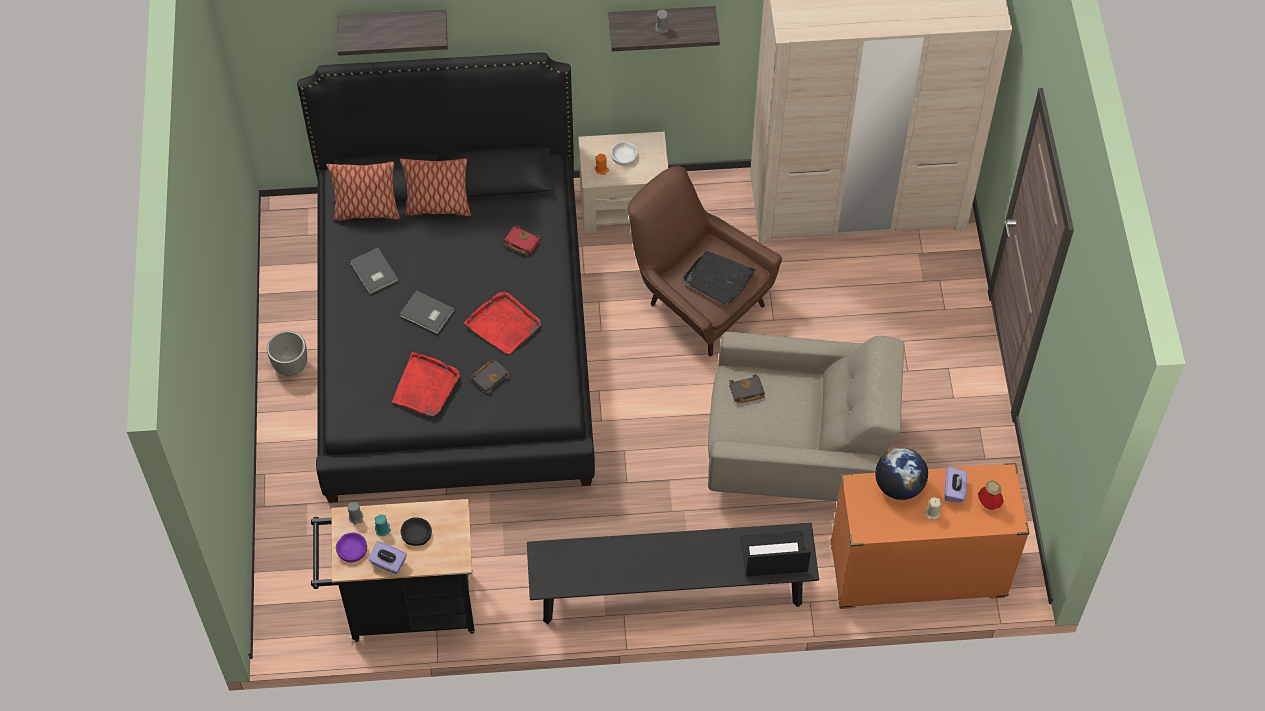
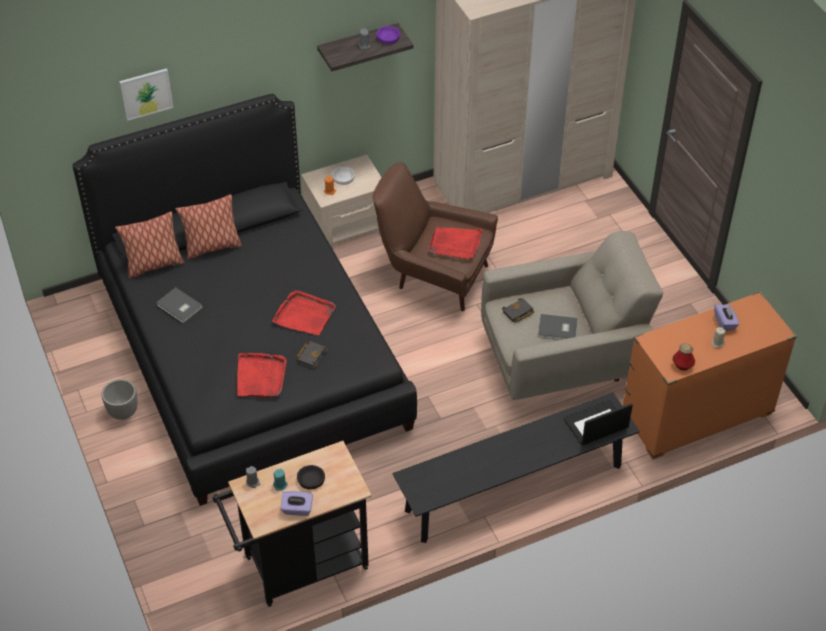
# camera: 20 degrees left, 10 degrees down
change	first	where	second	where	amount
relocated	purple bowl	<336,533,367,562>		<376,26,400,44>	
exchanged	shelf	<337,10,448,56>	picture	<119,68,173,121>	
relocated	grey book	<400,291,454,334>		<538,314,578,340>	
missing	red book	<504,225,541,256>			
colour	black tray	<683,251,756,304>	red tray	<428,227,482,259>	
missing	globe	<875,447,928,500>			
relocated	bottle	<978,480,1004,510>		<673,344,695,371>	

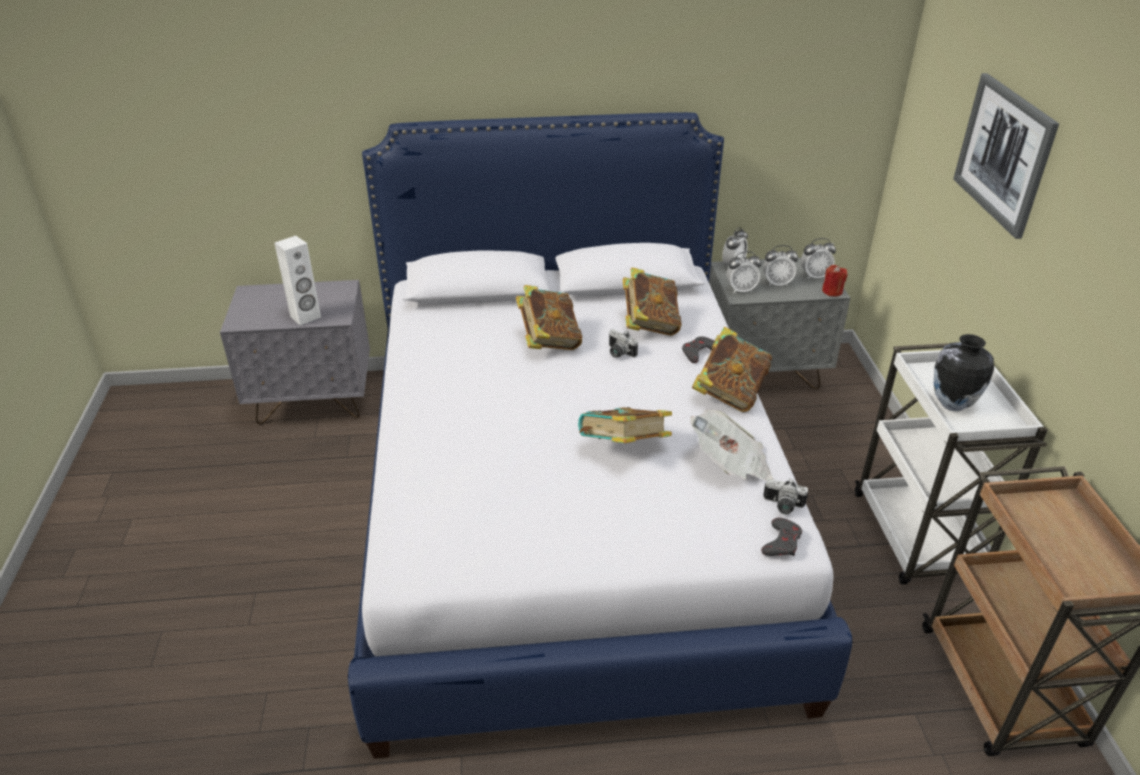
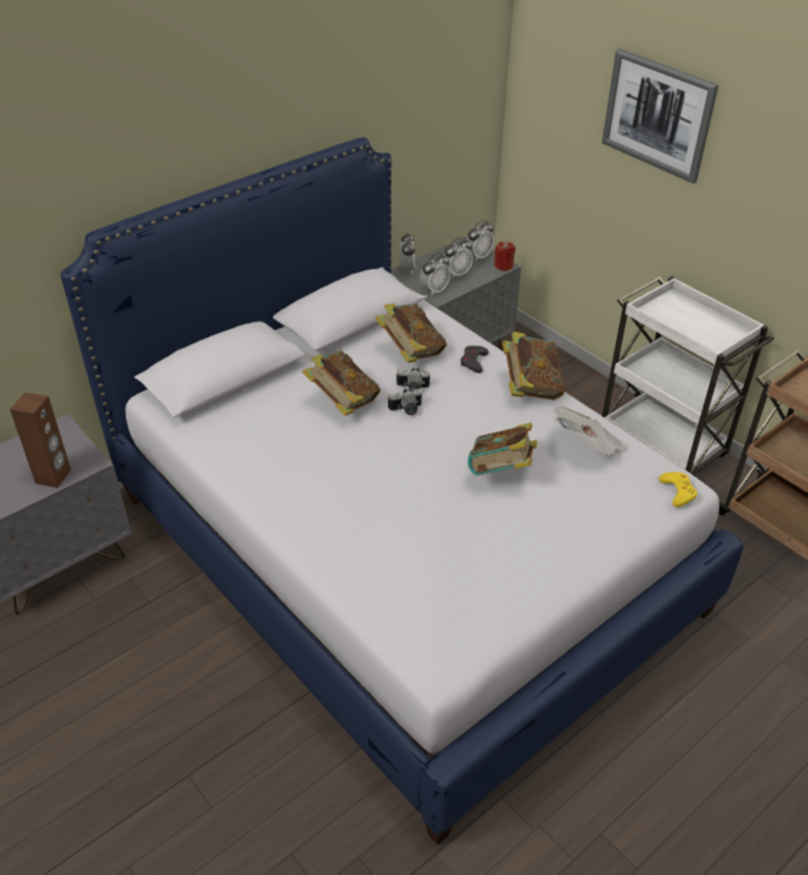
# camera: 35 degrees left, 5 degrees up
change	first	where	second	where	amount
colour	white speaker	<274,236,321,325>	brown speaker	<10,393,71,488>	
colour	grey game controller	<761,518,802,556>	yellow game controller	<659,472,697,507>	
relocated	photo camera	<763,479,808,514>		<388,387,422,415>	
missing	vase	<934,334,994,411>			

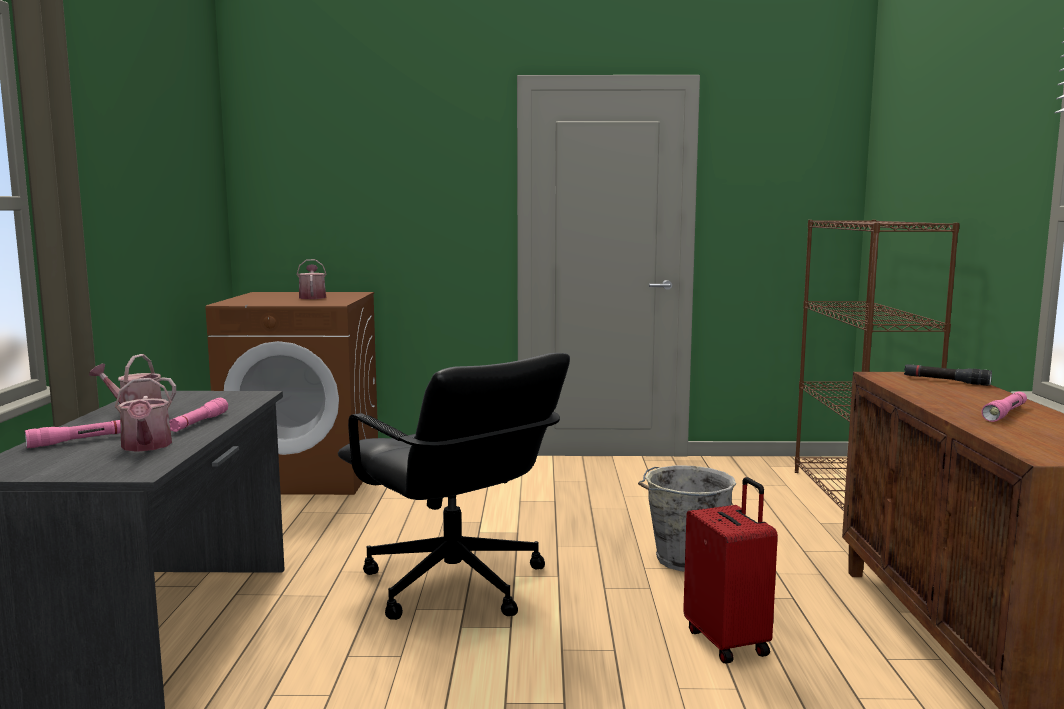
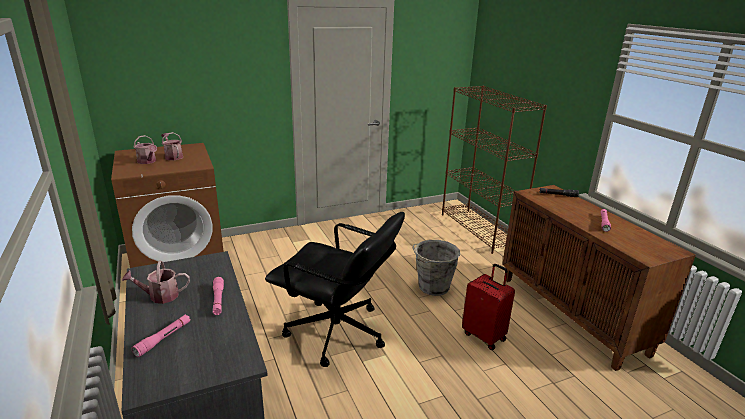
# camera: 25 degrees left, 15 degrees up
change	first	where	second	where	amount
relocated	watering can	<115,378,172,452>		<134,135,157,164>	

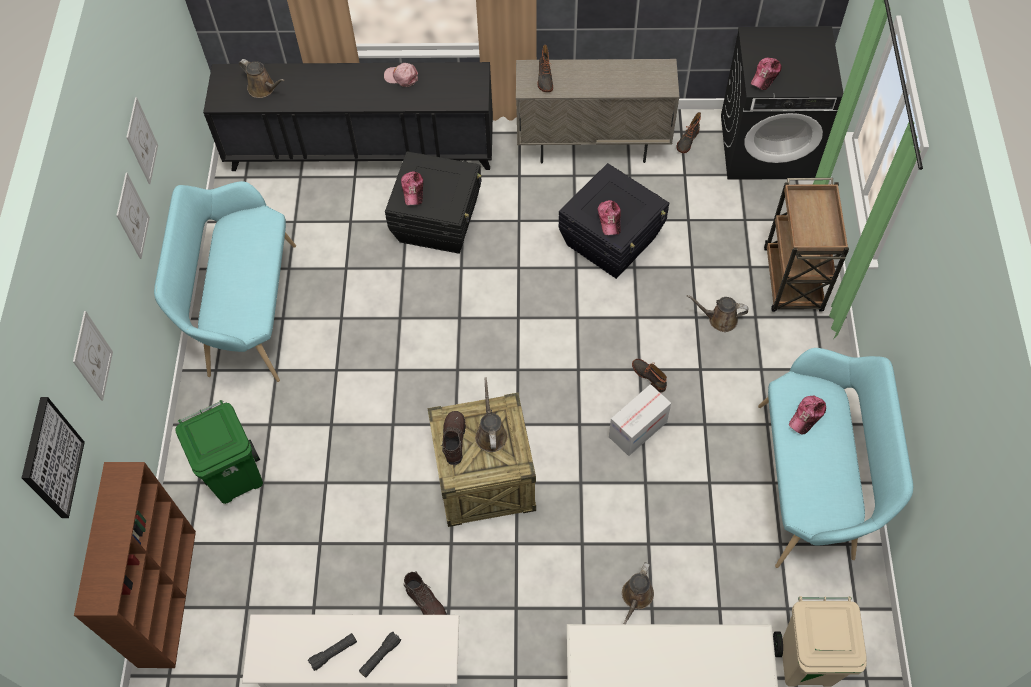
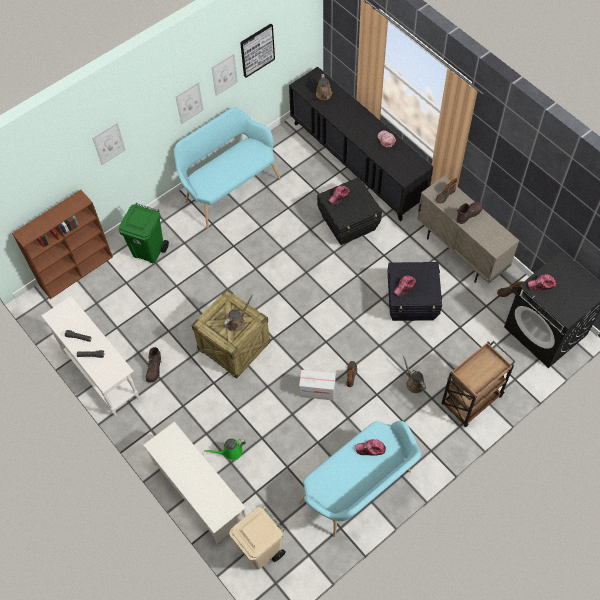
# camera: 50 degrees right, 0 degrees up
change	first	where	second	where	amount
relocated	picture	<22,397,85,518>		<240,24,275,78>	
relocated	brown boot	<440,411,466,465>		<456,202,483,224>	
colour	brown watering can	<622,562,654,624>	green watering can	<204,438,246,460>	

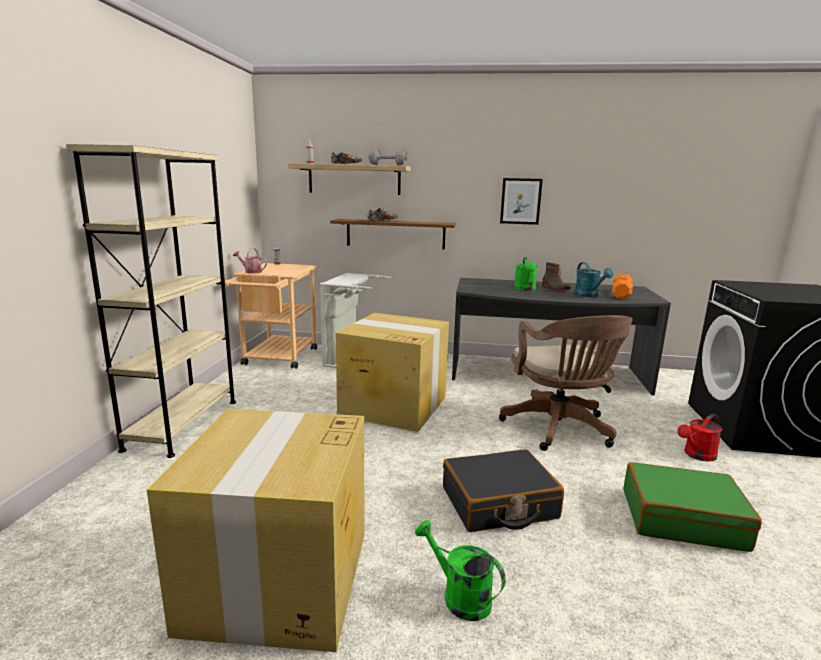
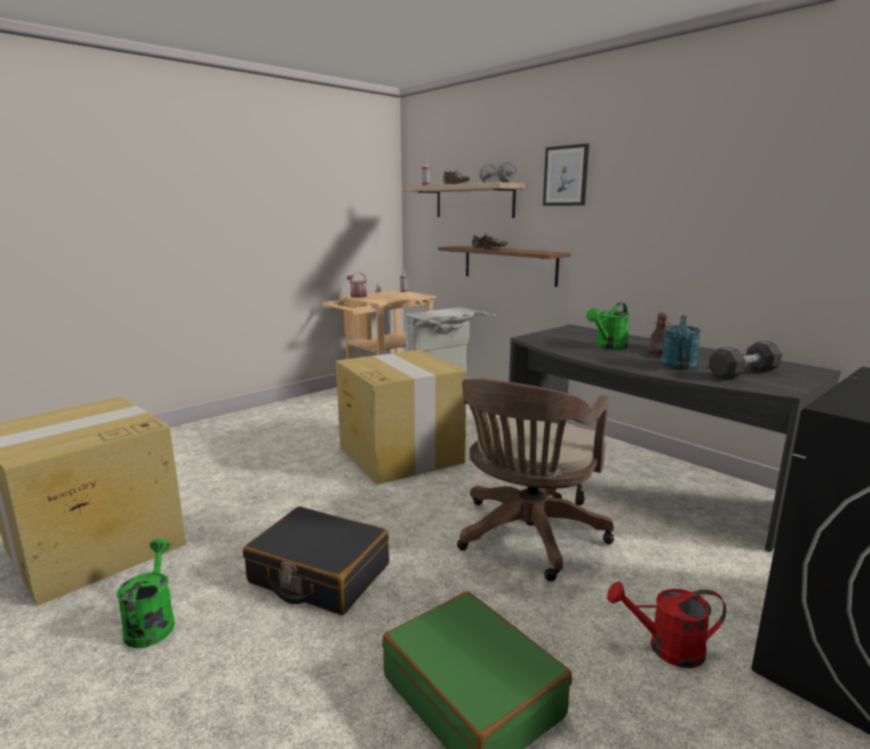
# camera: 40 degrees right, 0 degrees up
change	first	where	second	where	amount
missing	beige bookcase	<66,144,236,458>			
relocated	picture	<500,178,543,225>		<543,143,589,206>	
colour	orange dumbbell	<612,274,633,299>	black dumbbell	<708,341,782,380>	

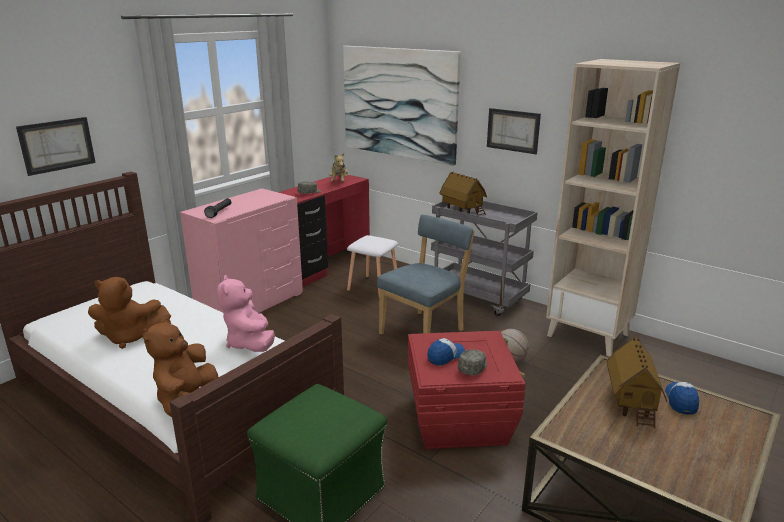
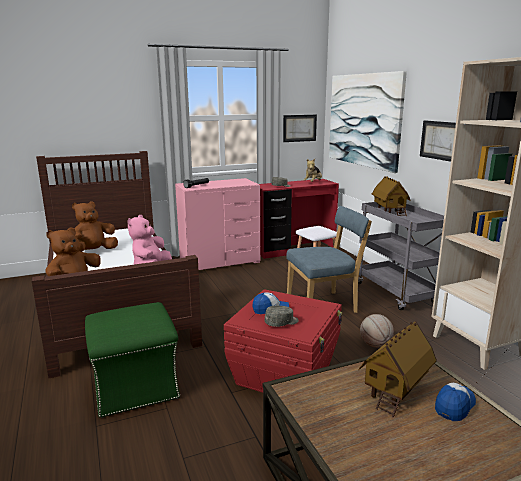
# camera: 30 degrees right, 5 degrees down
change	first	where	second	where	amount
relocated	picture	<16,117,96,176>		<283,115,317,142>	
spun	brown plush toy	<88,277,171,349>		<72,201,118,252>	105 degrees clockwise

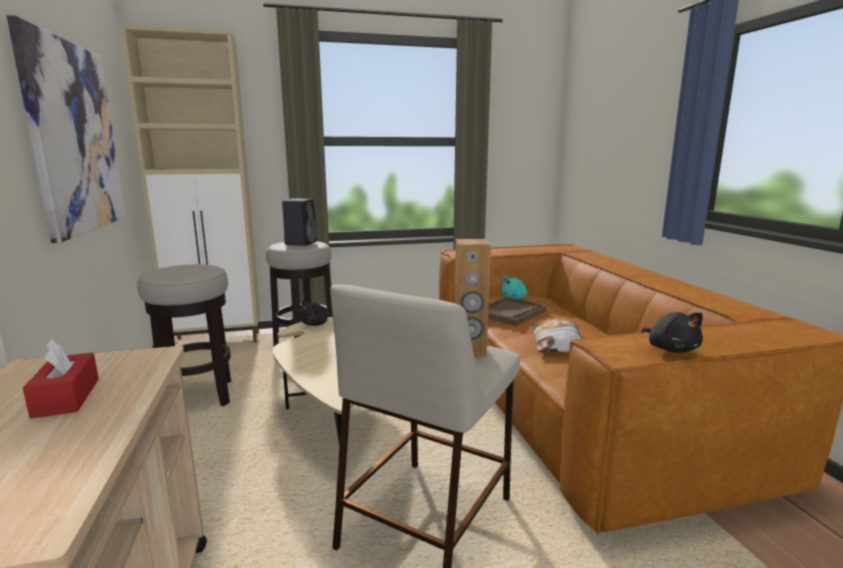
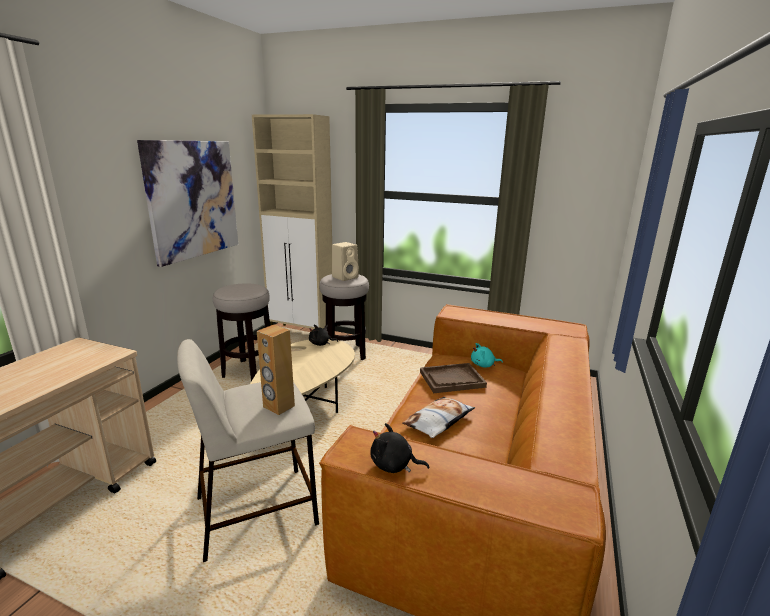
# camera: 35 degrees right, 5 degrees up
change	first	where	second	where	amount
missing	red tissue box	<23,339,99,418>			
colour	black speaker	<282,198,317,246>	beige speaker	<332,242,359,281>	
spun	black plush toy	<641,312,703,353>		<370,423,429,473>	90 degrees clockwise

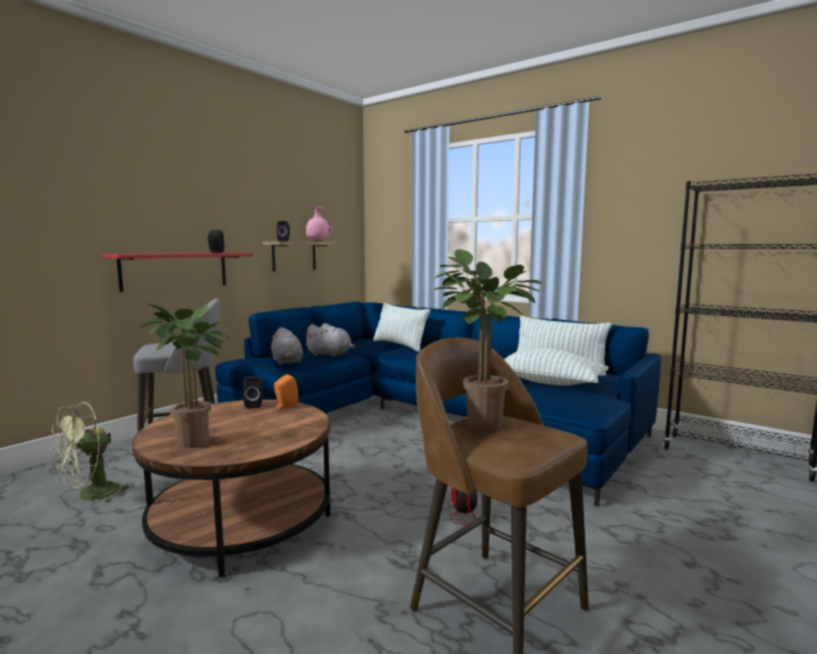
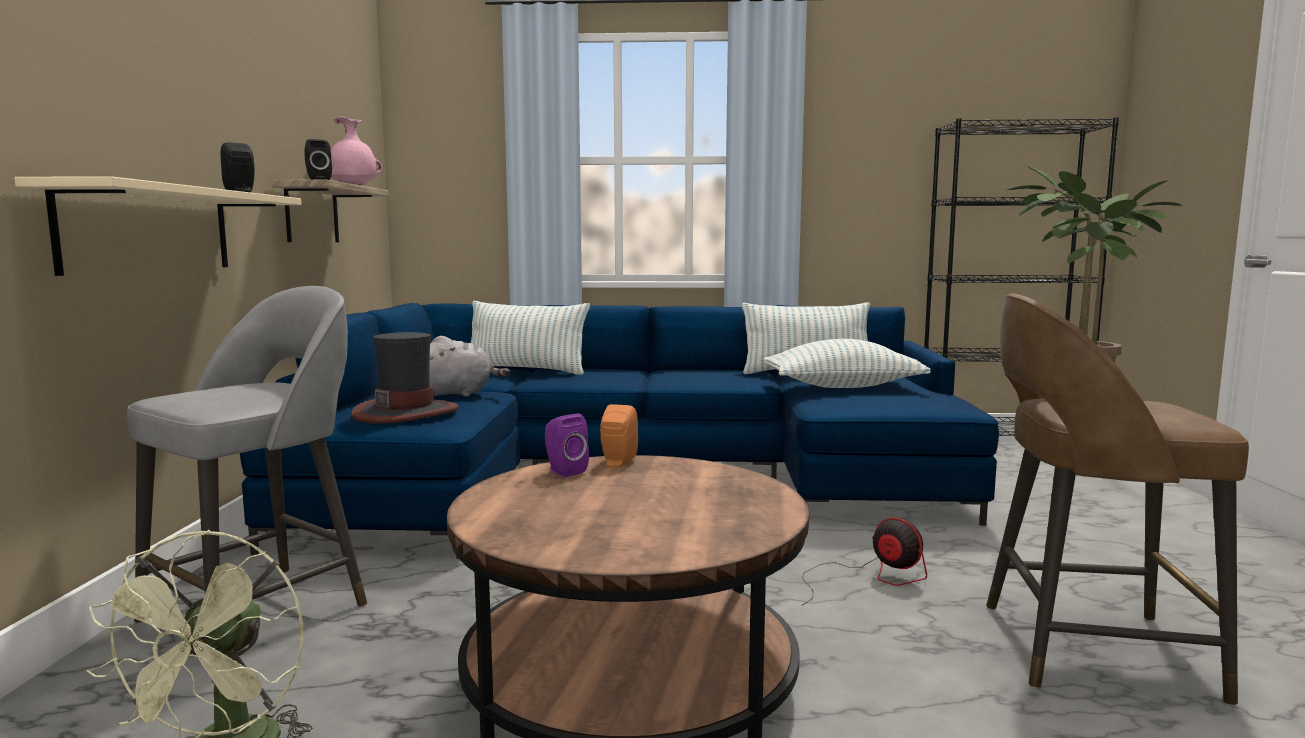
# camera: 35 degrees left, 0 degrees up
change	first	where	second	where	amount
colour	red shelf	<101,253,253,292>	beige shelf	<14,176,302,276>	
missing	potted plant	<139,304,230,448>			
colour	black speaker	<243,377,264,408>	purple speaker	<545,413,589,477>	
exchanged	grey plush toy	<271,327,303,365>	hat	<351,332,459,424>	

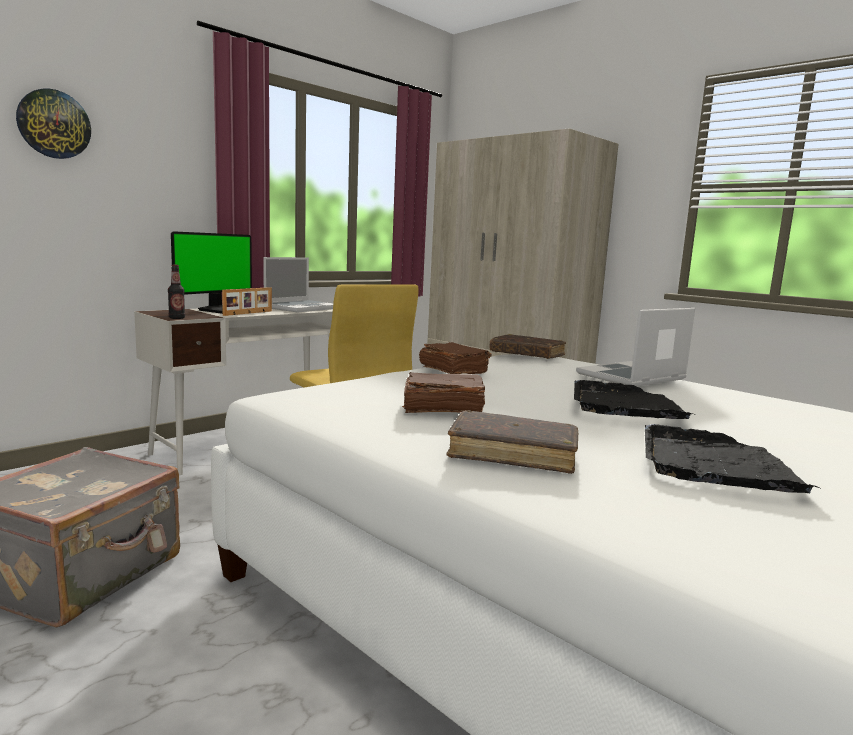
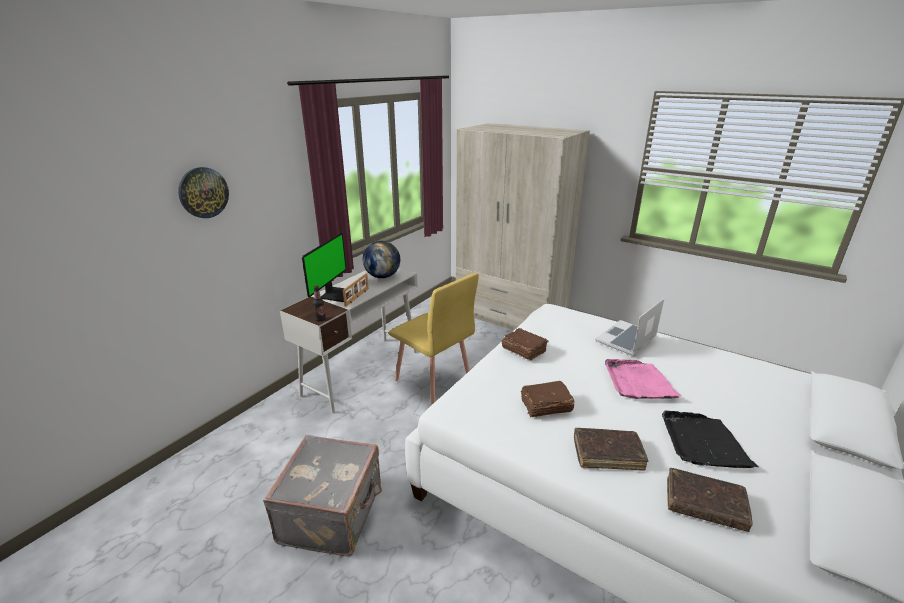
# camera: 10 degrees left, 15 degrees up
change	first	where	second	where	amount
exchanged	laptop	<263,257,333,313>	globe	<363,241,400,278>	
relocated	brown book	<489,334,566,359>		<667,468,753,532>	
colour	black tray	<574,380,696,419>	pink tray	<605,359,682,399>	

